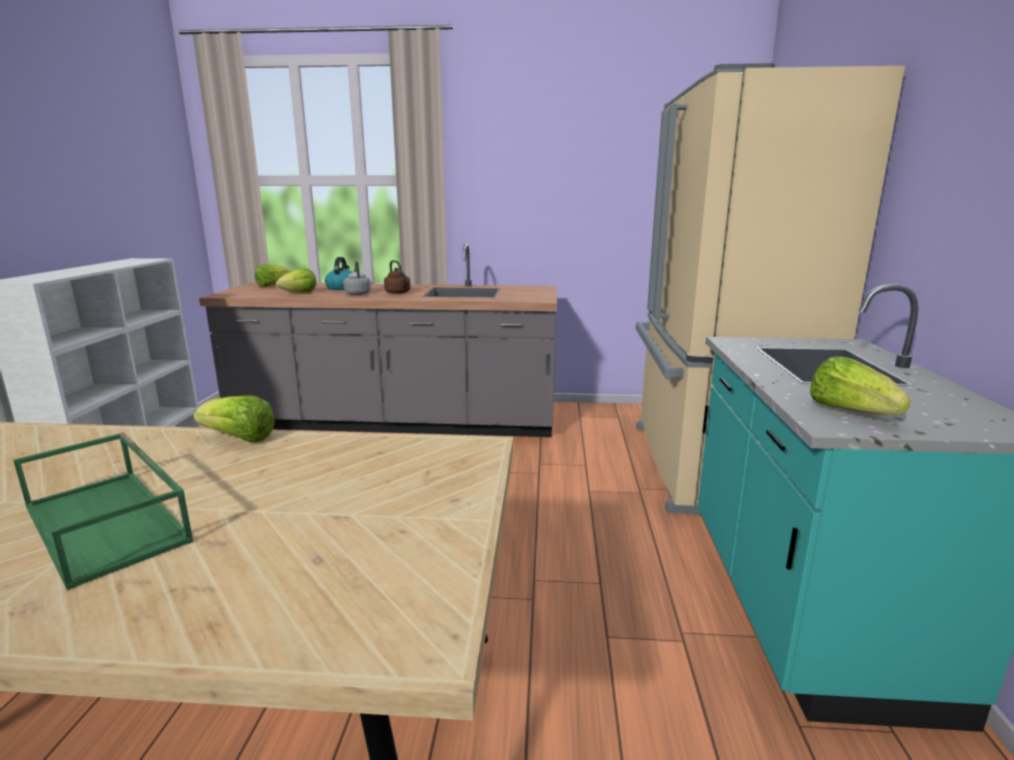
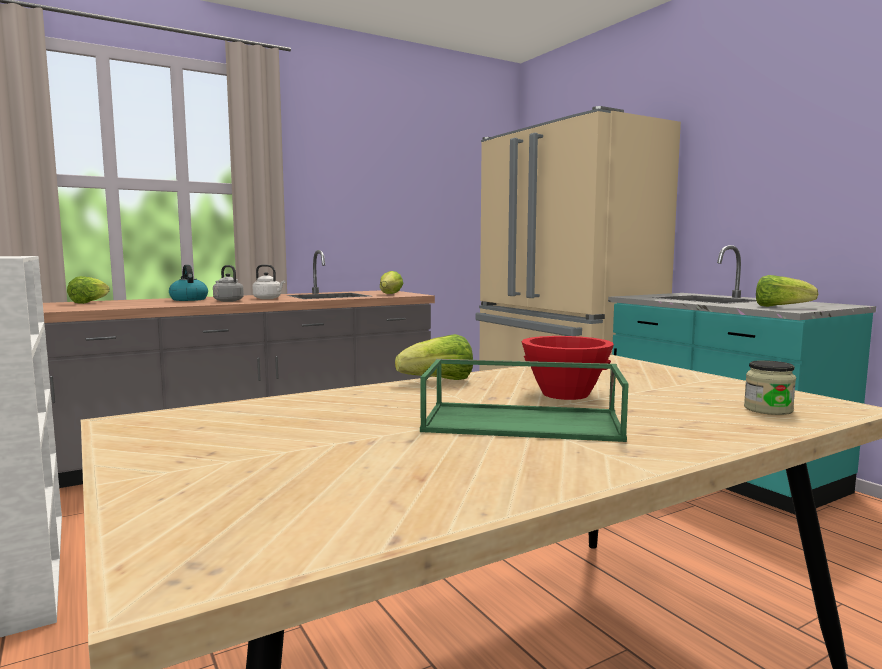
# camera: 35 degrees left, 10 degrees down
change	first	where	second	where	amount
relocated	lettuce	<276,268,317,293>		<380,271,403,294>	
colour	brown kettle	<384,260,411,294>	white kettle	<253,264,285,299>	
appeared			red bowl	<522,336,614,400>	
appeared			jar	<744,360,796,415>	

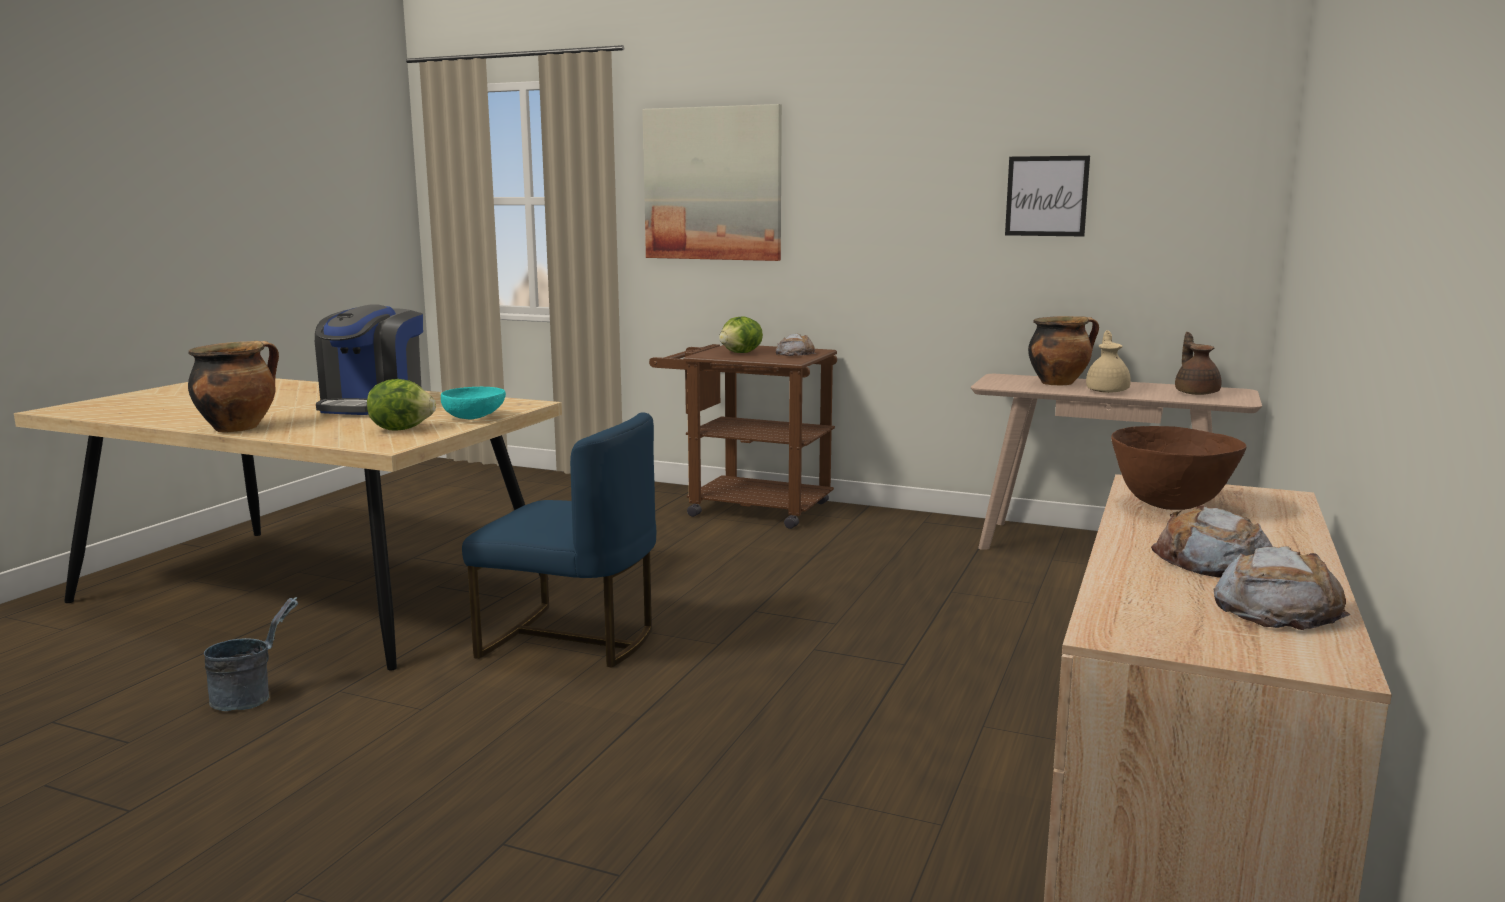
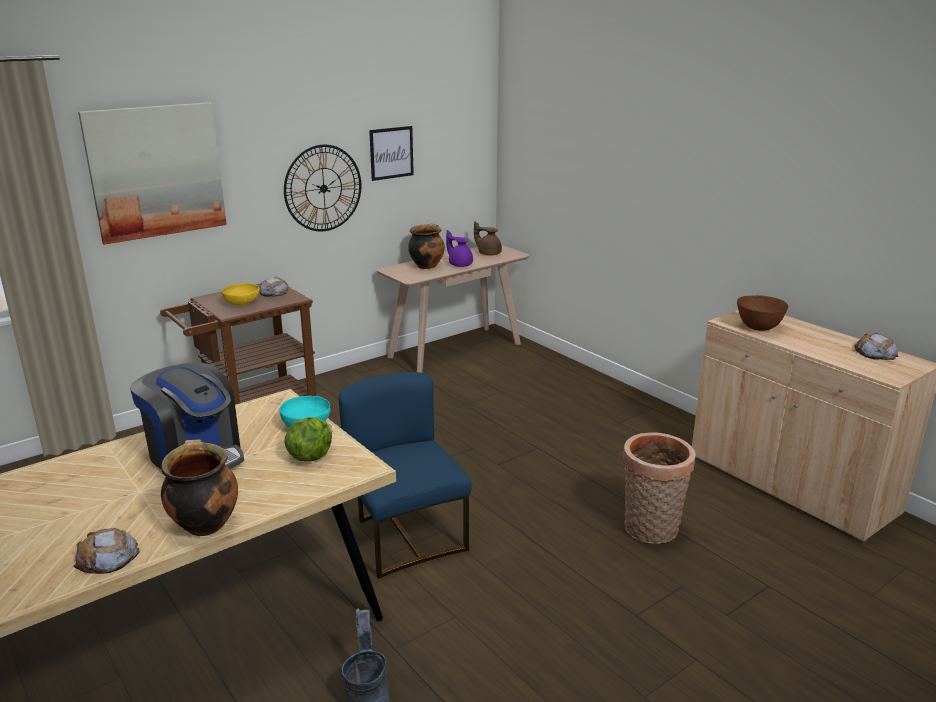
# camera: 60 degrees left, 10 degrees up
change	first	where	second	where	amount
spun	blue chair	<462,412,656,667>		<339,372,472,579>	75 degrees counterclockwise
exchanged	lettuce	<719,316,763,353>	yellow bowl	<222,283,260,306>	
colour	beige teapot	<1086,330,1131,393>	purple teapot	<446,230,473,267>	
relocated	bread	<1151,506,1273,578>		<73,528,140,574>	
appeared			wall clock	<284,144,361,231>	
appeared			basket	<623,432,696,544>	

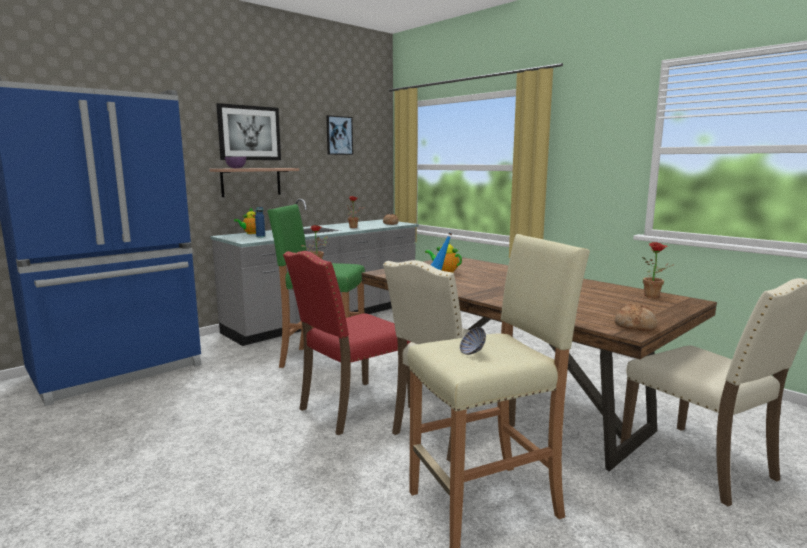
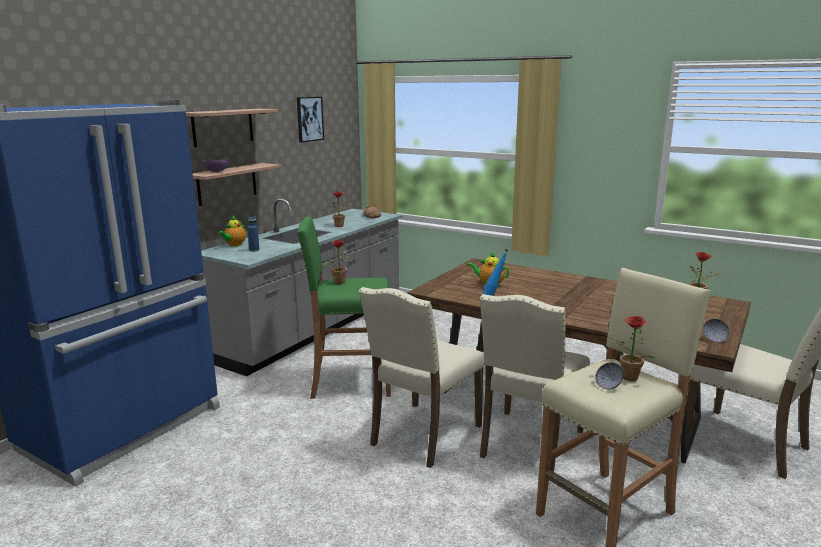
# camera: 15 degrees left, 5 degrees up
change	first	where	second	where	amount
exchanged	picture	<216,103,281,160>	shelf	<186,109,278,147>	
colour	red chair	<283,251,410,435>	beige chair	<359,287,484,468>	
exchanged	bread	<614,304,657,331>	bowl	<703,319,730,343>	
appeared			potted plant	<606,316,654,381>	

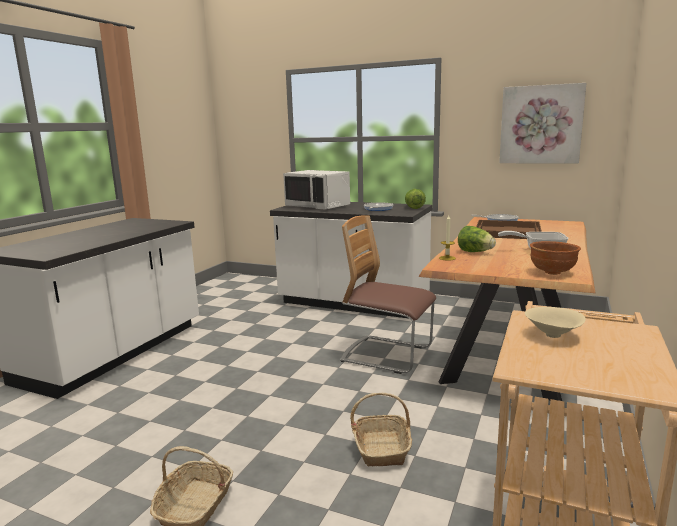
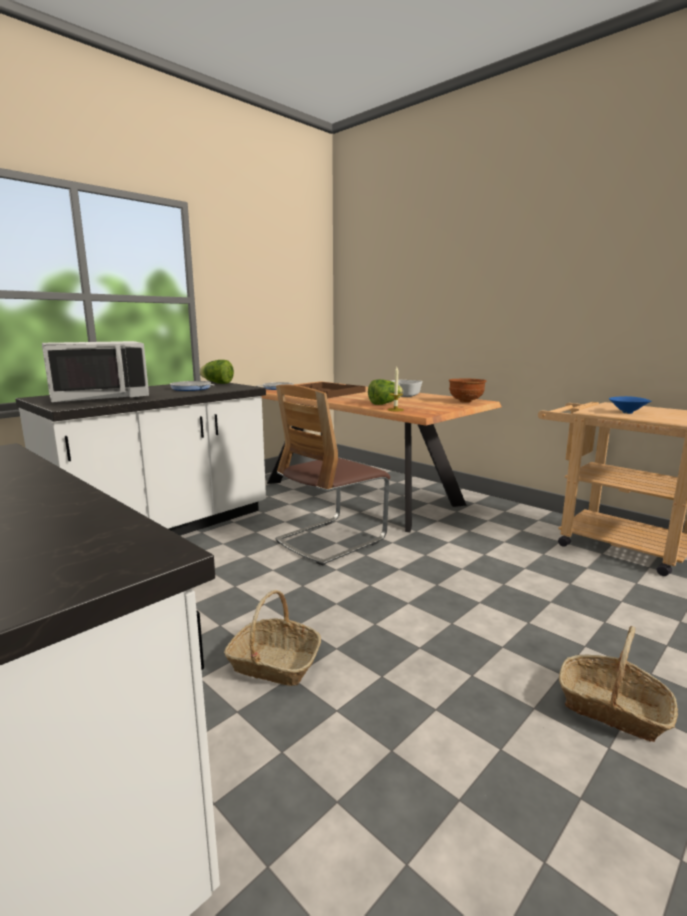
# camera: 70 degrees left, 0 degrees up
change	first	where	second	where	amount
relocated	basket	<350,393,412,467>		<224,590,321,686>	
missing	picture	<499,83,586,164>			
colour	beige bowl	<525,307,586,338>	blue bowl	<609,396,651,414>	

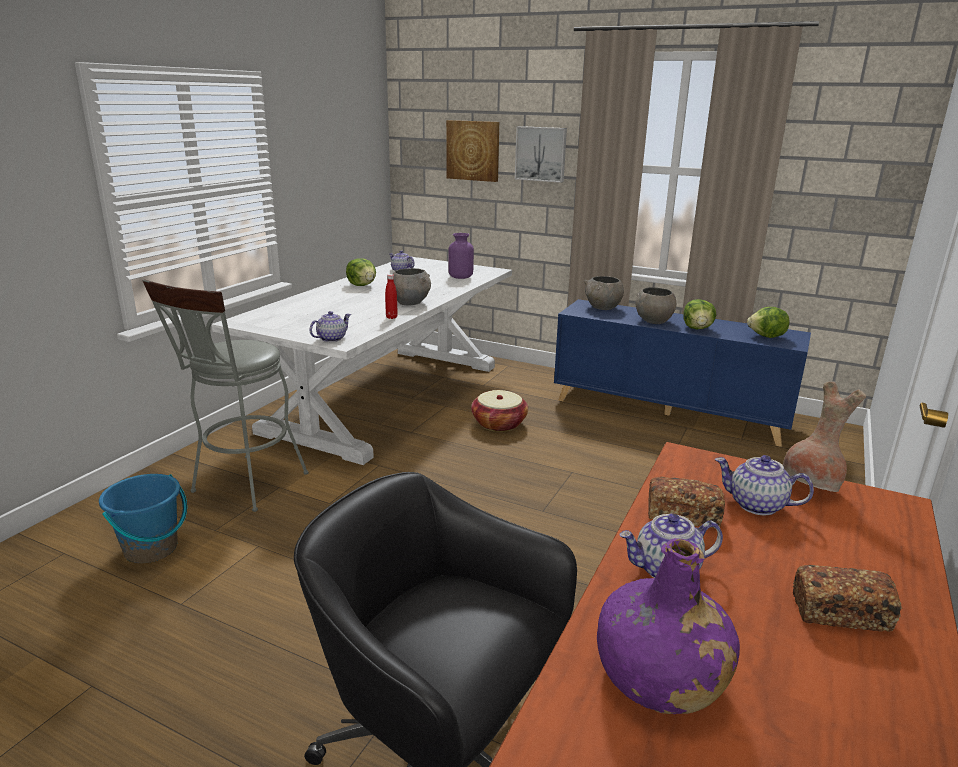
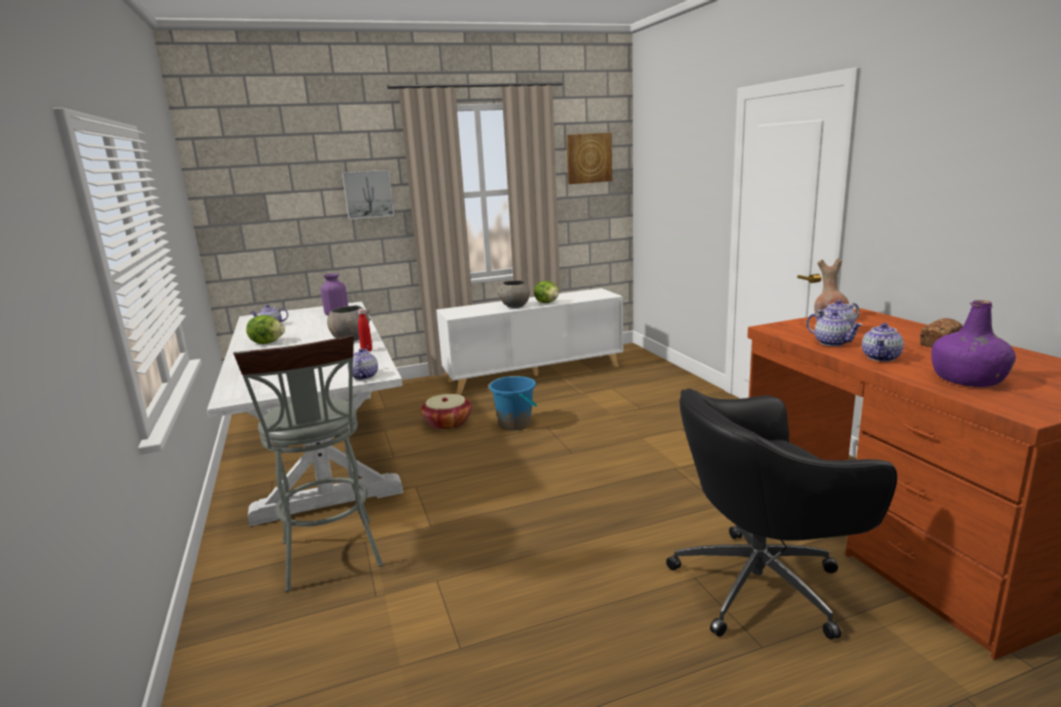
# camera: 45 degrees left, 5 degrees down
change	first	where	second	where	amount
relocated	blue bucket	<99,474,187,563>		<489,376,537,431>	
relocated	picture	<446,120,499,182>		<567,133,612,184>	
colour	blue cabinet	<554,299,811,447>	white cabinet	<436,288,623,394>	
missing	grey bowl	<584,276,624,310>			
exchanged	bread	<648,476,725,528>	teapot	<806,311,863,346>	
missing	lettuce	<747,307,789,338>			

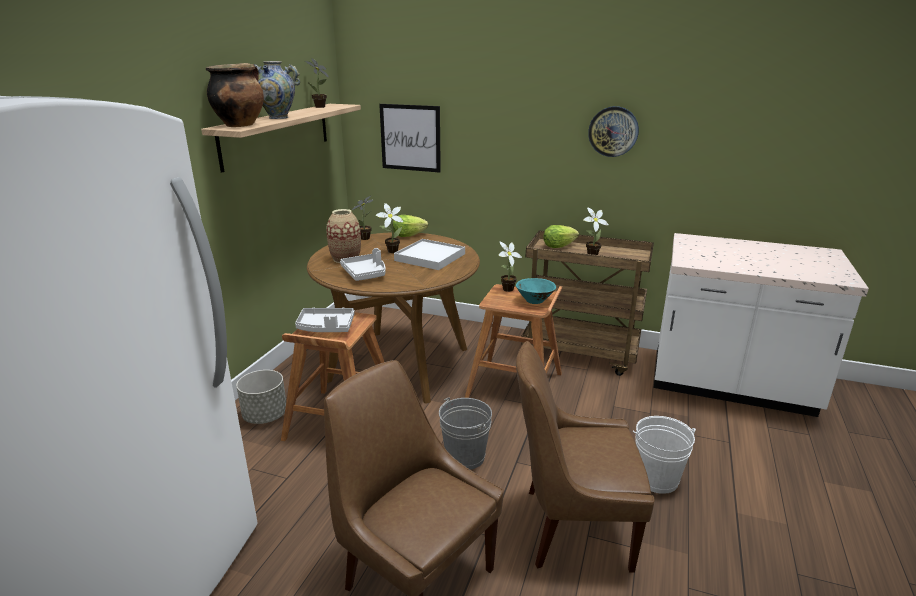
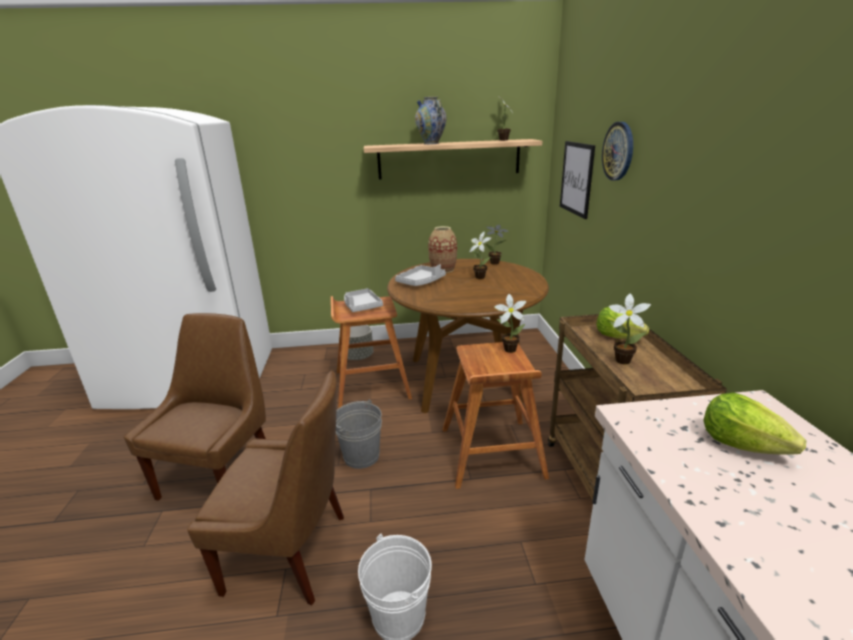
# camera: 65 degrees right, 0 degrees up
change	first	where	second	where	amount
missing	cooking pot	<206,63,264,127>			
relocated	lettuce	<393,215,428,237>		<703,393,806,455>	
missing	white tray	<394,239,465,270>			
missing	turquoise bowl	<516,278,556,304>			
spun	brown chair	<516,341,654,573>		<187,371,344,606>	120 degrees clockwise
relocated	wall clock	<588,106,639,157>		<602,122,633,181>	

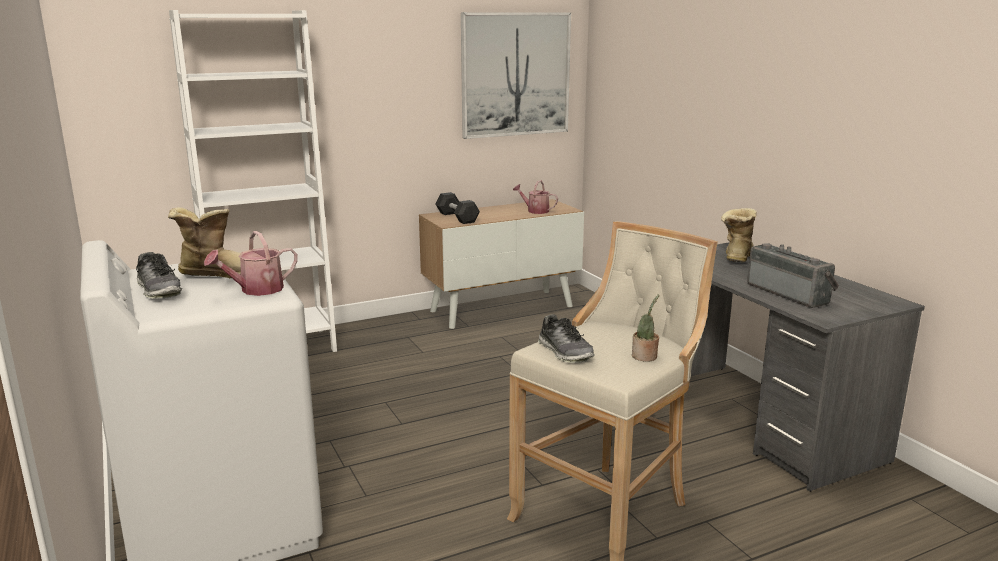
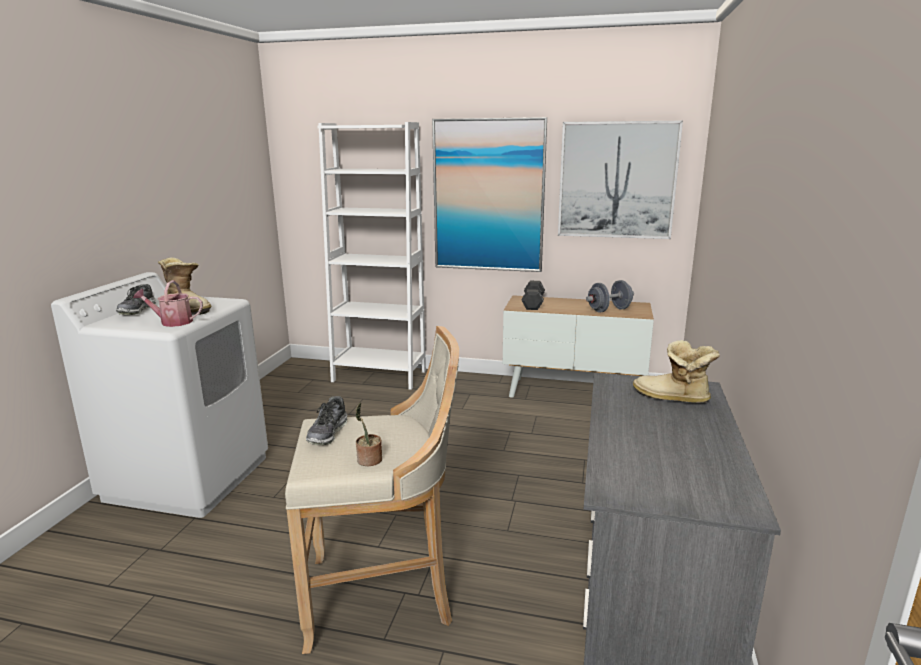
# camera: 40 degrees right, 0 degrees up
change	first	where	second	where	amount
exchanged	watering can	<513,180,558,214>	grey dumbbell	<586,280,634,313>	
spun	boot	<721,208,757,262>		<633,340,720,403>	120 degrees counterclockwise
missing	radio	<747,243,839,308>			
appeared			picture	<432,117,547,272>	

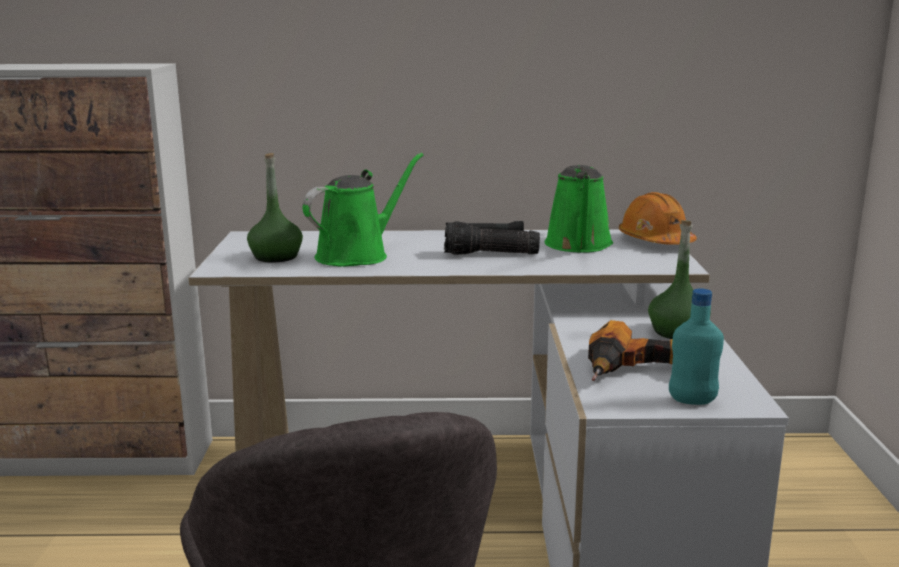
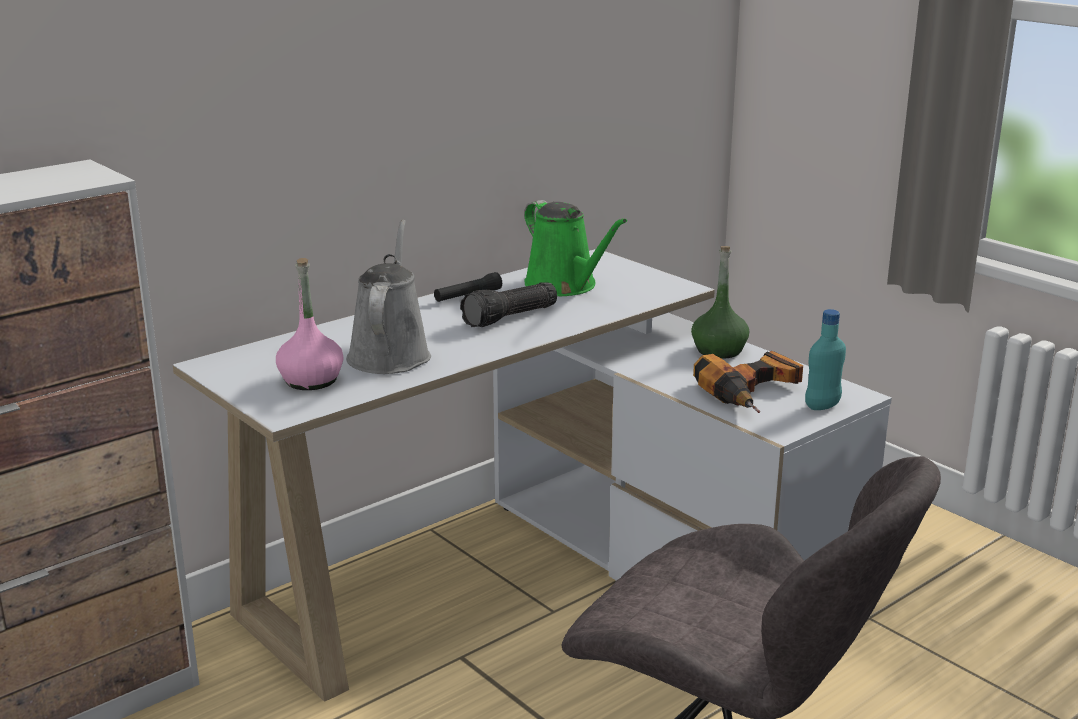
# camera: 40 degrees left, 5 degrees up
change	first	where	second	where	amount
colour	green bottle	<247,153,303,263>	pink bottle	<276,258,343,390>	
colour	green watering can	<302,153,423,267>	grey watering can	<346,220,431,374>	
missing	orange hard hat	<619,192,697,245>			

